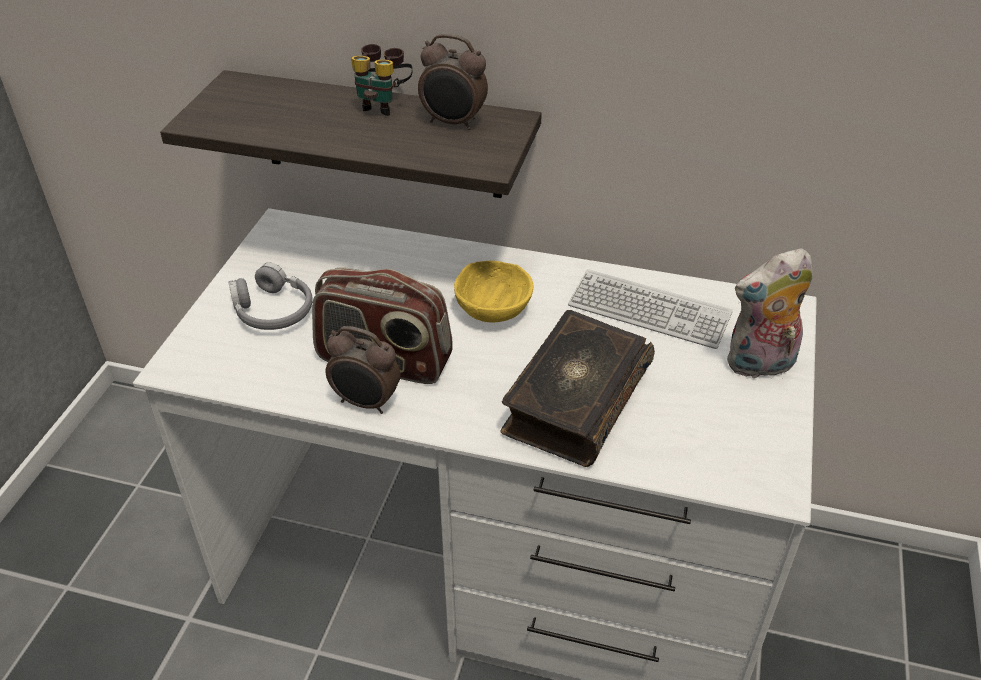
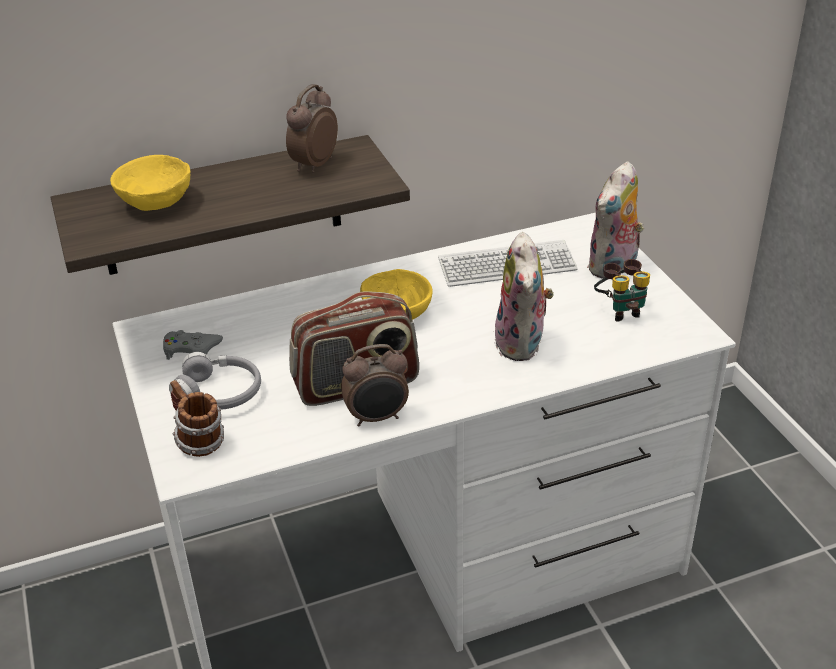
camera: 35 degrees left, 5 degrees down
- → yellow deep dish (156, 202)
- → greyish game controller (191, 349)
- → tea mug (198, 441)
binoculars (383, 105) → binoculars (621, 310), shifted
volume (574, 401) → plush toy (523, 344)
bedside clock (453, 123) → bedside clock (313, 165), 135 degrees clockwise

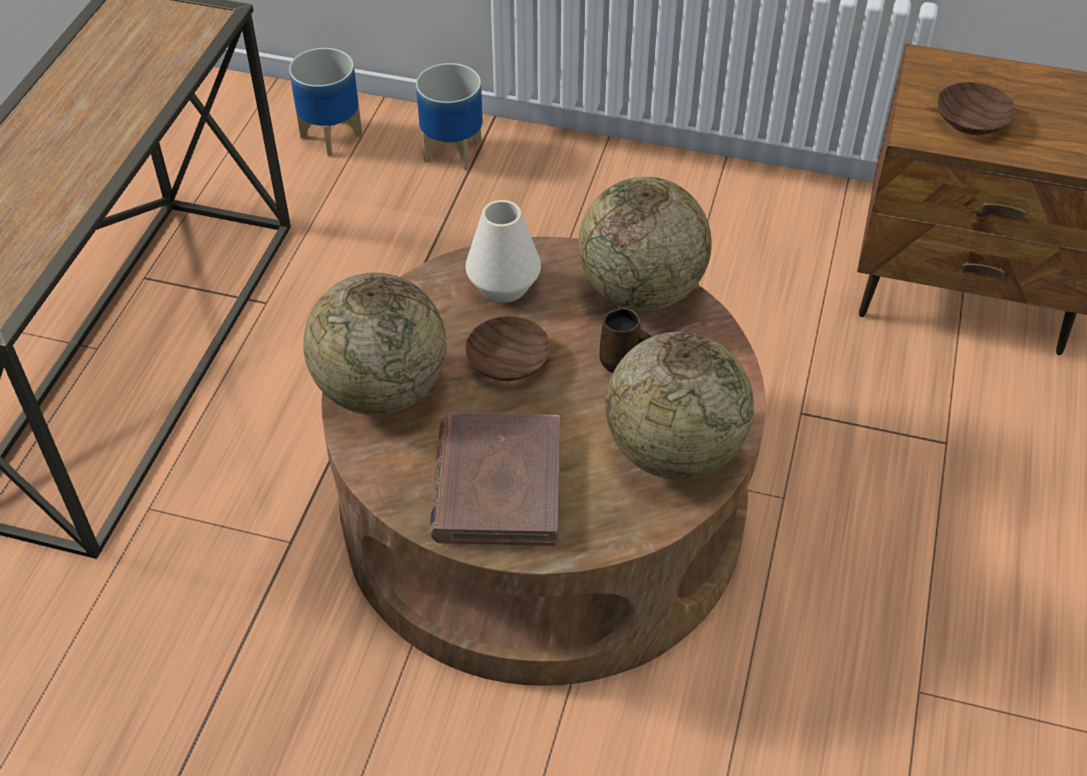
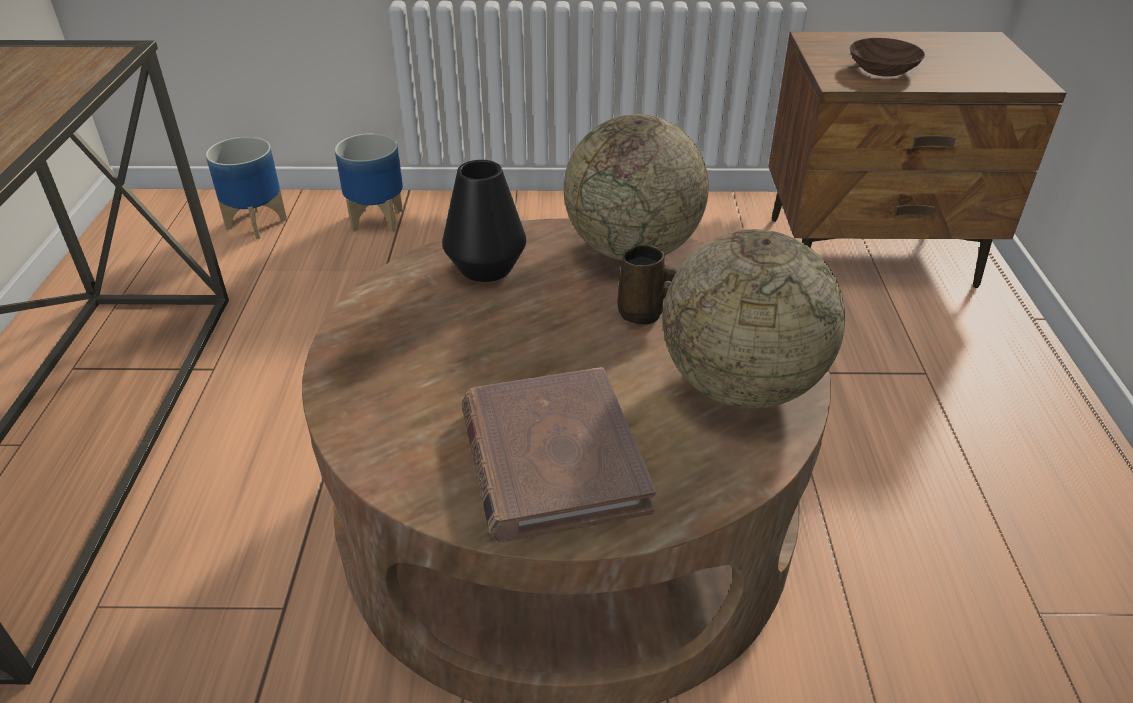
camera: 15 degrees left, 10 degrees down
globe (381, 390) → -
brown-coloured deep dish (506, 361) → -
white flower vase (503, 286) → black flower vase (485, 267)

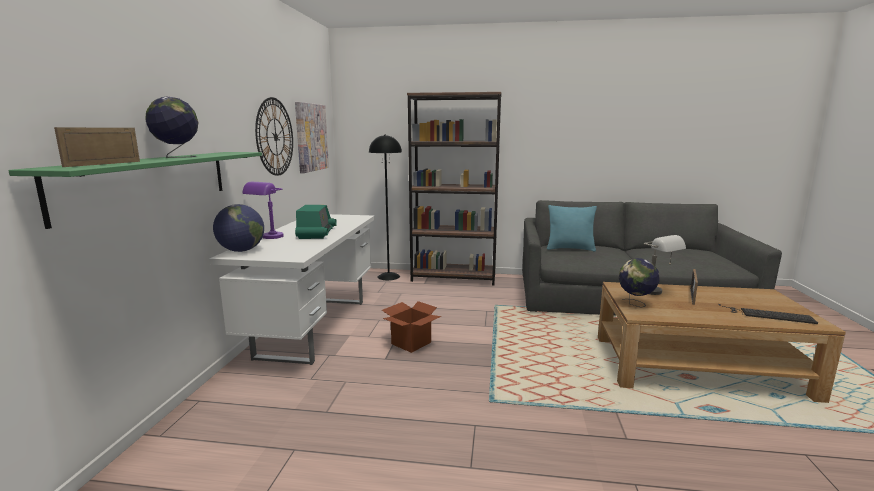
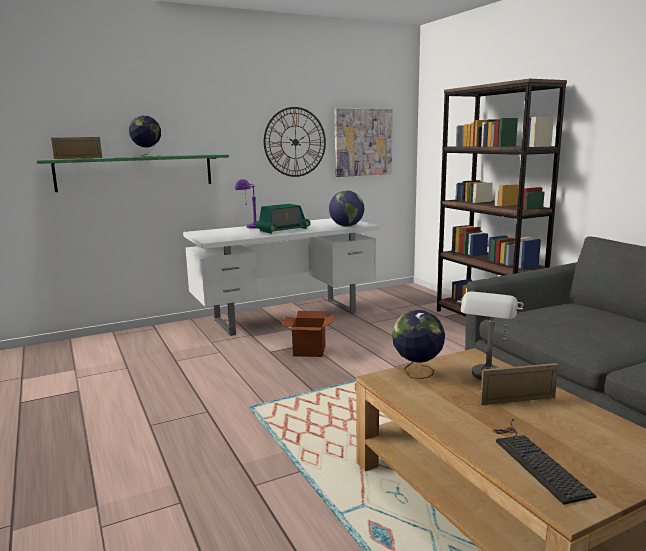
camera: 55 degrees right, 0 degrees up
black floor lamp (388, 276) → -
blue-green pillow (570, 249) → -
globe (241, 250) → globe (346, 226), shifted

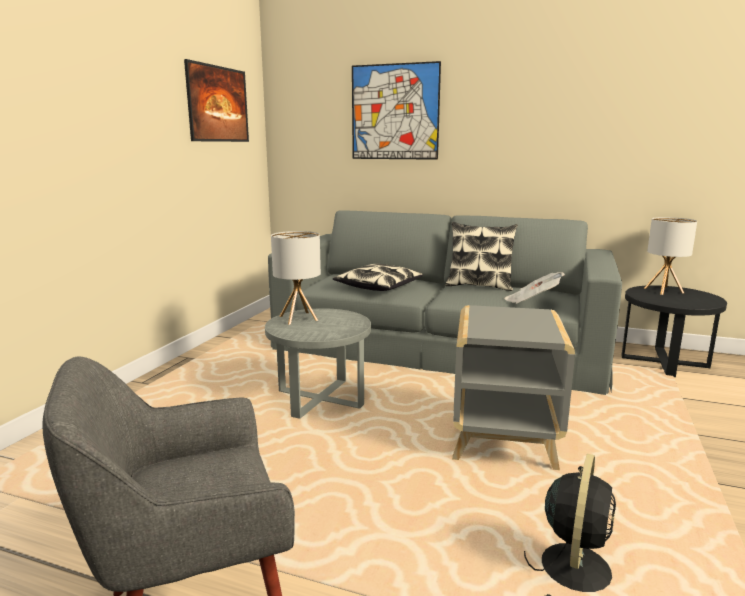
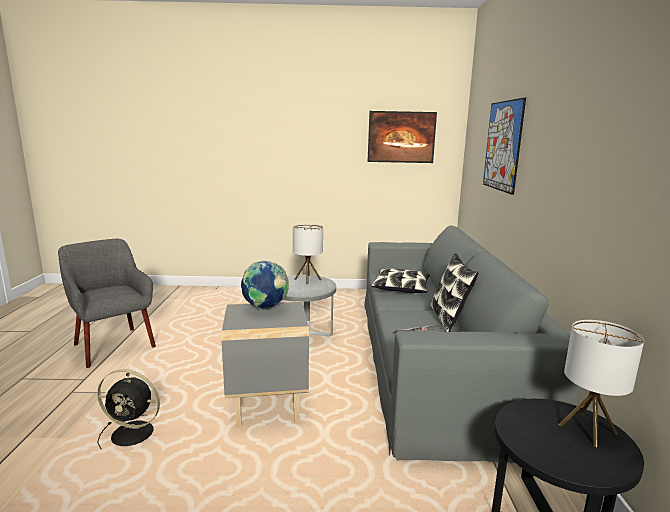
camera: 70 degrees right, 0 degrees up
- → globe (265, 308)

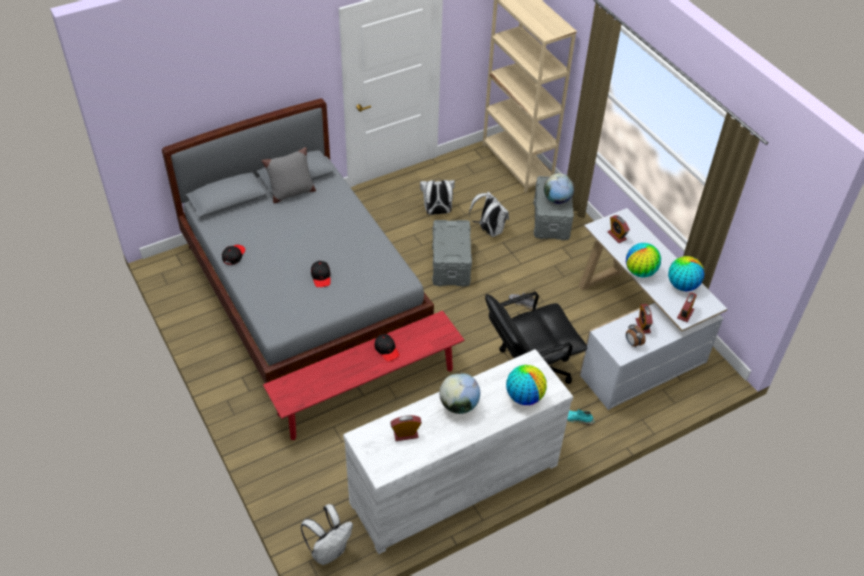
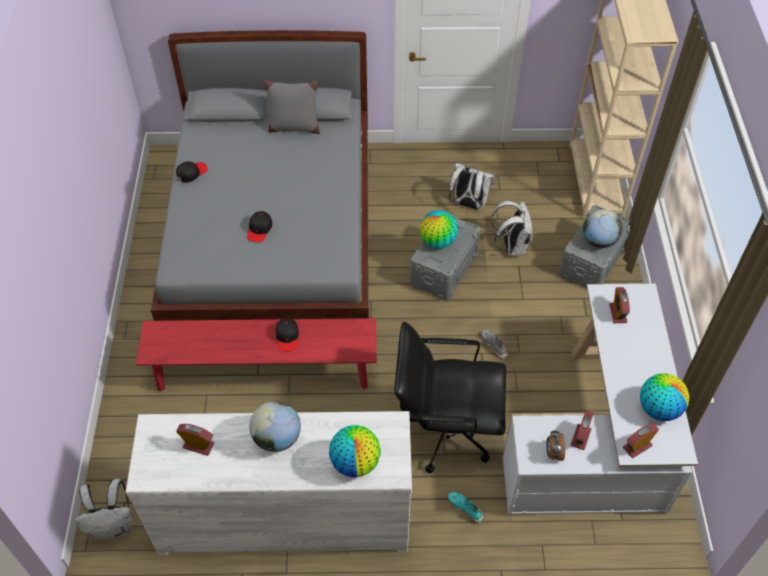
camera: 30 degrees right, 5 degrees up
globe (640, 272) → globe (438, 242), shifted

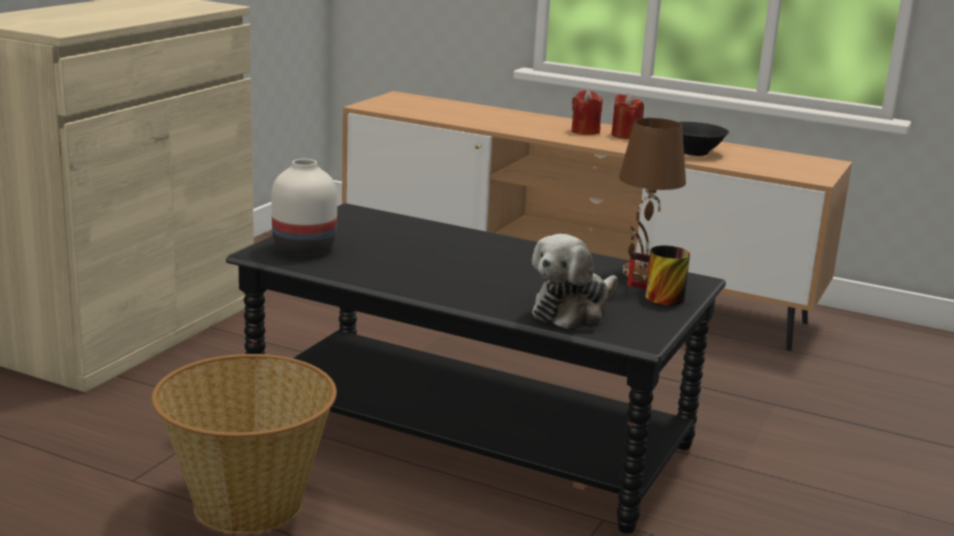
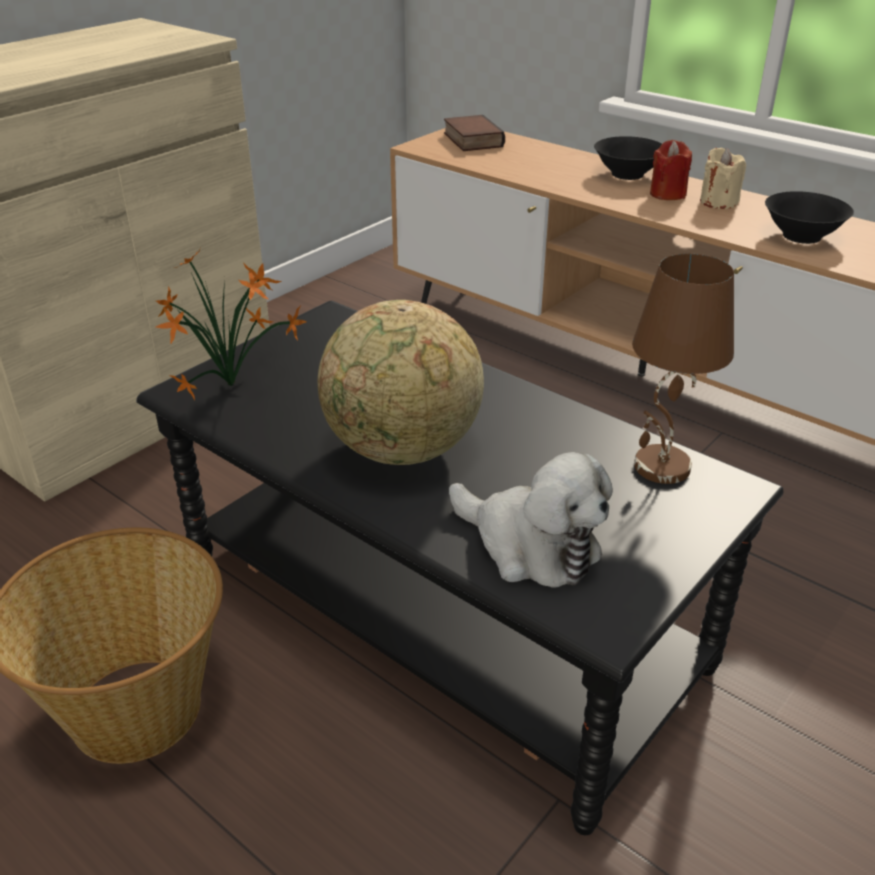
camera: 15 degrees right, 15 degrees up
tea mug (656, 297) → -
- → globe (402, 450)
- → volume (471, 140)
- → black deep dish (628, 174)
white flower vase (303, 248) → houseplant (235, 385)
red-coloured candle (625, 135) → beige candle (718, 202)
plush toy (572, 310) → plush toy (530, 546), 105 degrees counterclockwise

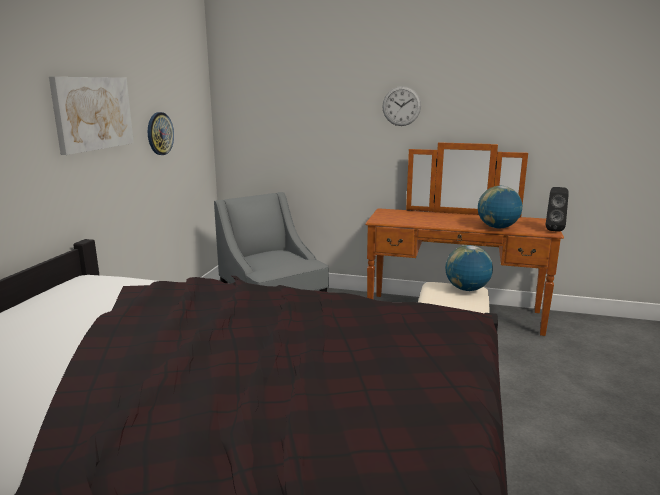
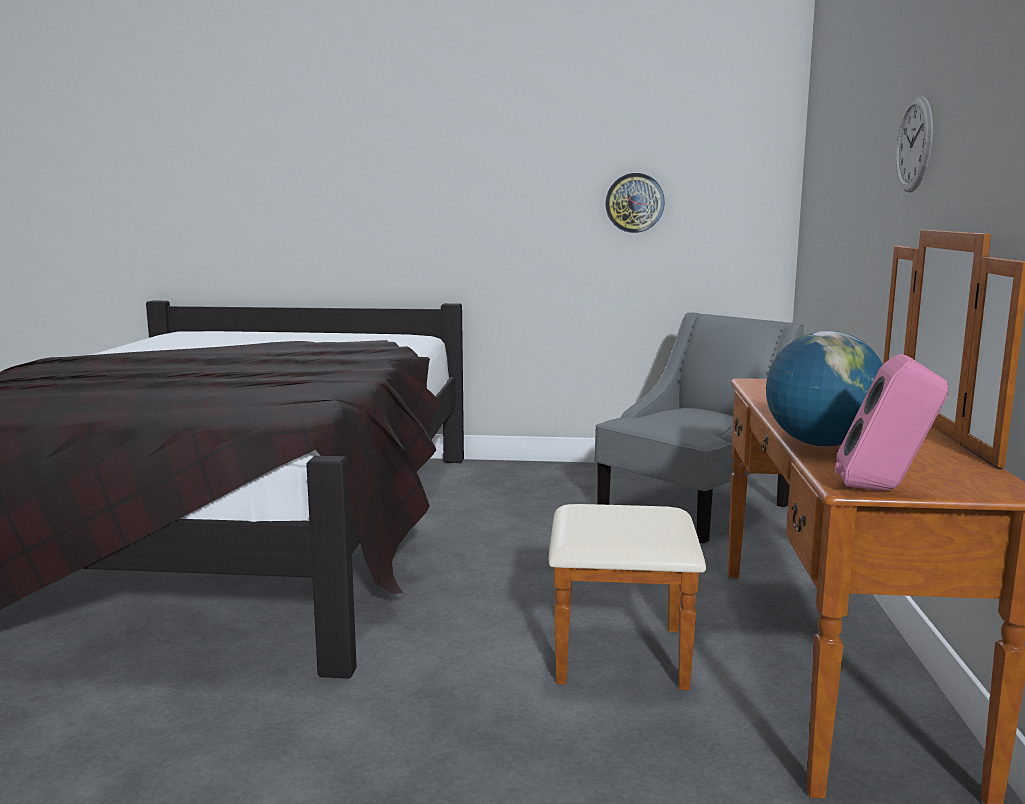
camera: 80 degrees right, 5 degrees down
wall art (93, 113) → -
globe (466, 289) → -
black audio speaker (554, 230) → pink-coloured audio speaker (884, 490)

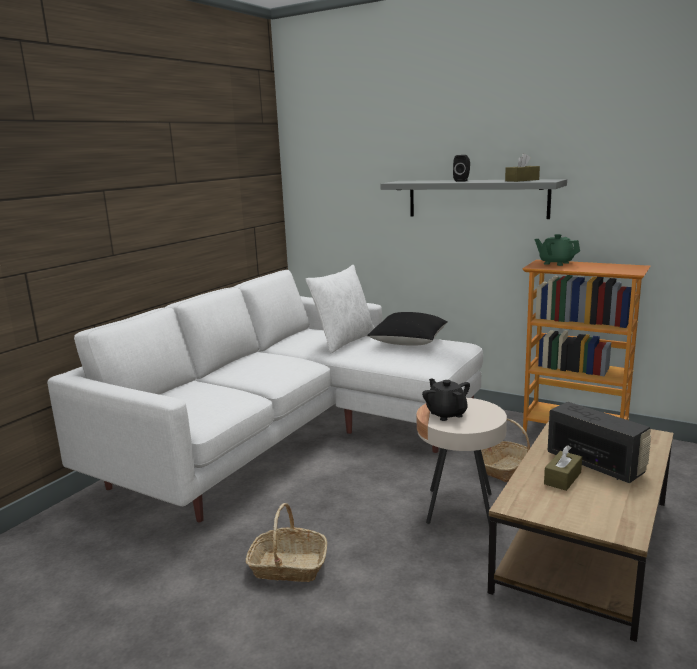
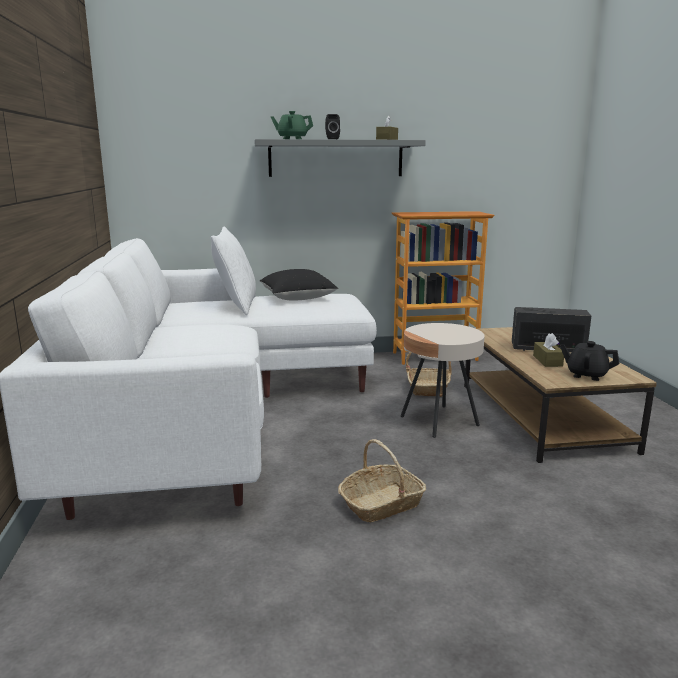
camera: 40 degrees left, 0 degrees up
black teapot (446, 414) → black teapot (586, 375), shifted
green-coloured teapot (556, 263) → green-coloured teapot (292, 139), shifted

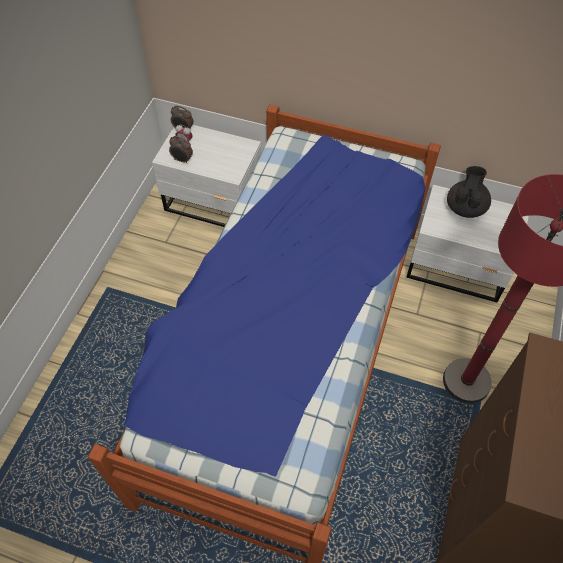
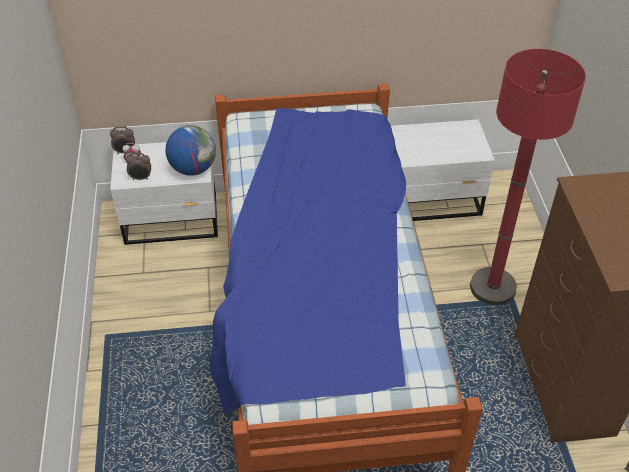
camera: 25 degrees left, 10 degrees down
black teapot (465, 207) → -
- → globe (193, 169)

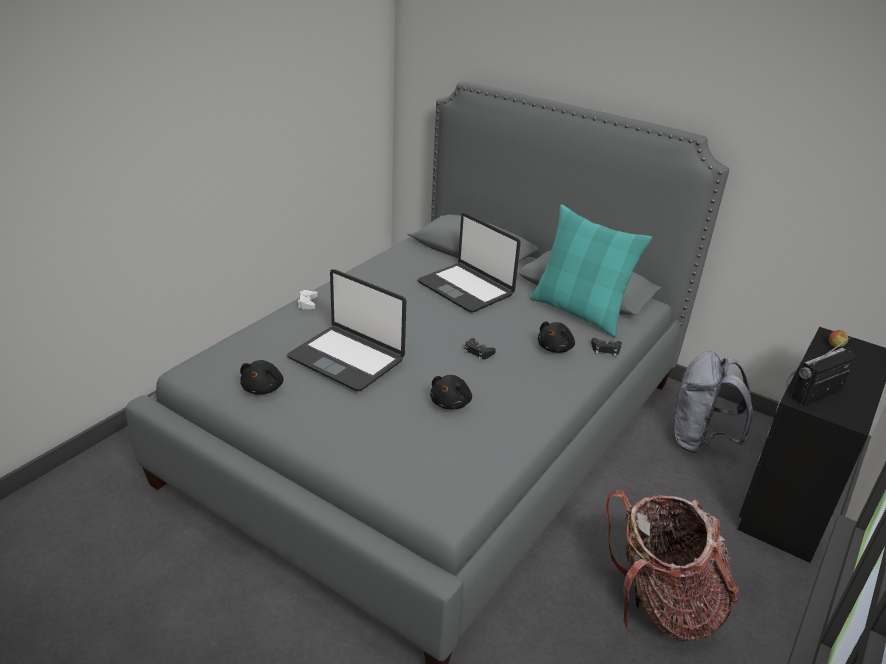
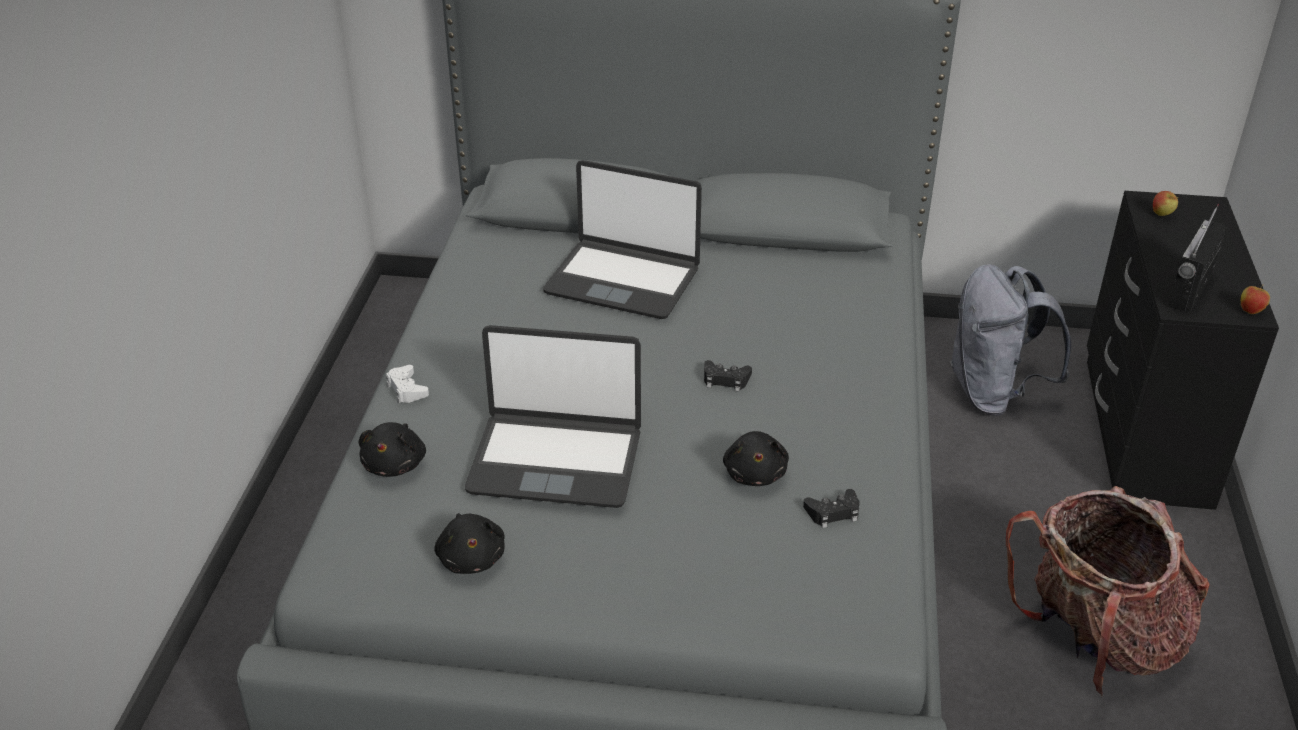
camera: 25 degrees left, 5 degrees up
blue-green pillow (579, 312) → -
- → apple (1251, 311)
black plush toy (555, 348) → black plush toy (396, 464), shifted
black game controller (605, 349) → black game controller (833, 513), shifted

